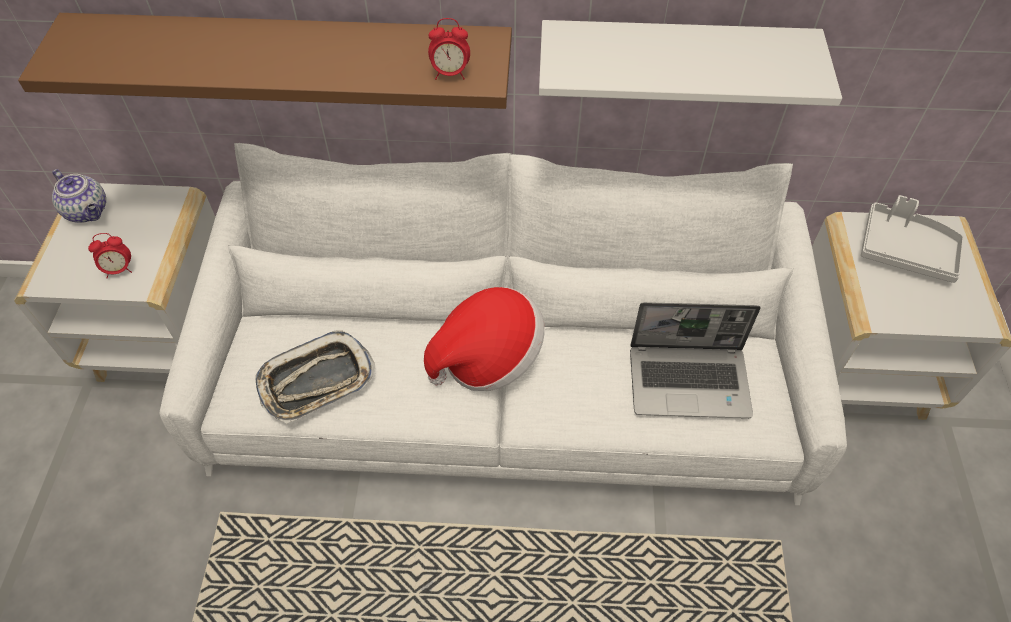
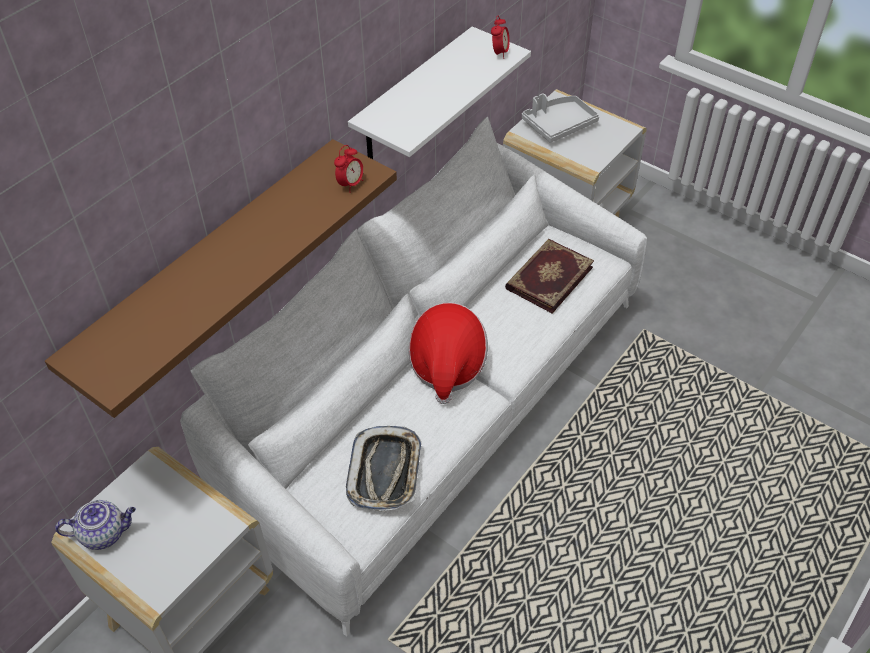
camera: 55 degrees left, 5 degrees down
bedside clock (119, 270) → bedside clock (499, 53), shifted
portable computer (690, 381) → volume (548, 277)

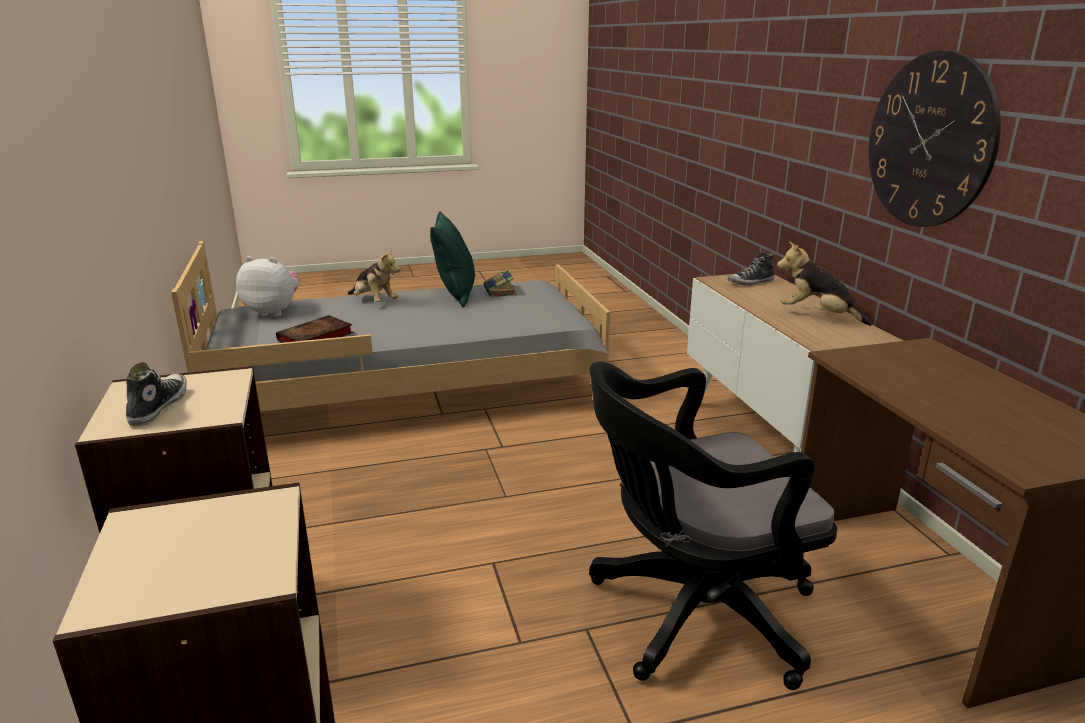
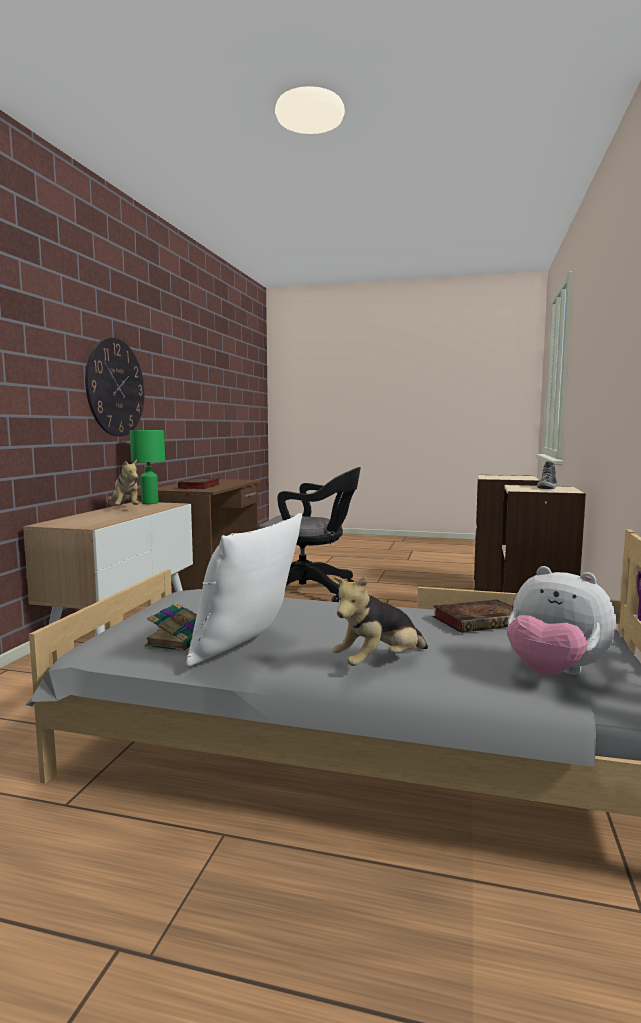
camera: 150 degrees left, 15 degrees down
item of footwear (751, 283) → -
- → green-coloured table lamp (150, 503)
- → volume (199, 486)
green-coloured pillow (456, 294) → white pillow (245, 647)
plush toy (374, 302) → plush toy (379, 663), 105 degrees counterclockwise

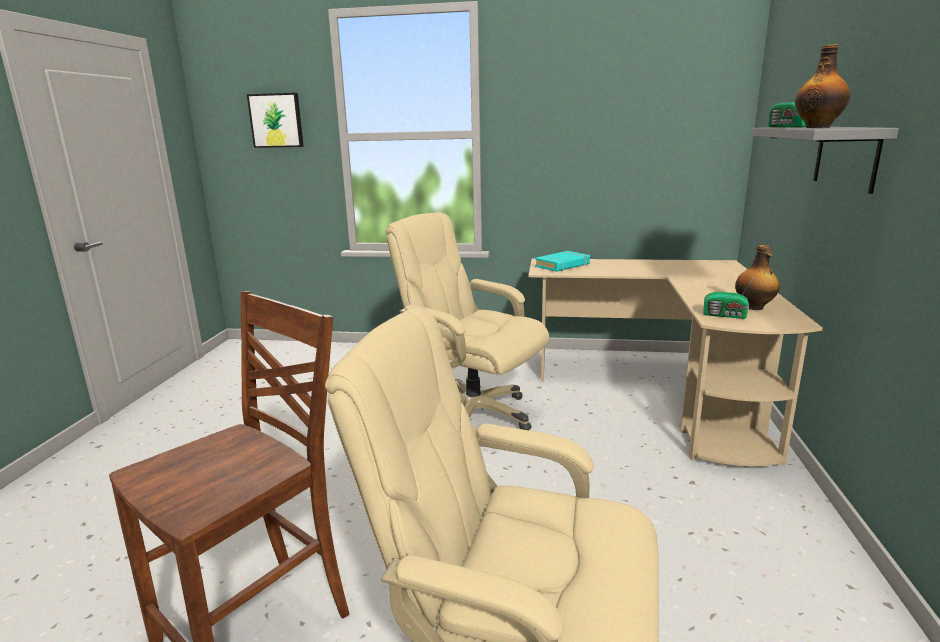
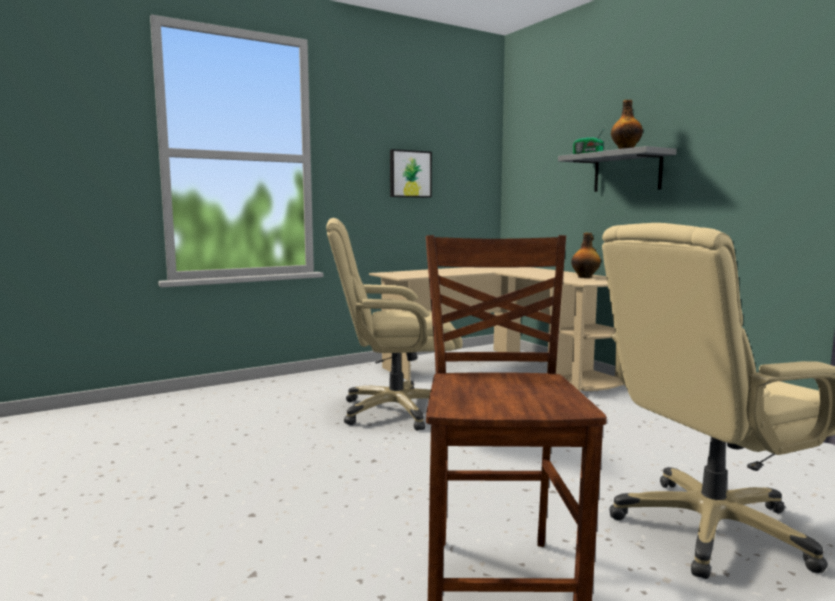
camera: 40 degrees left, 10 degrees down
blue-green volume (562, 265) → -
radio (725, 315) → -
wall art (276, 120) → wall art (410, 174), shifted

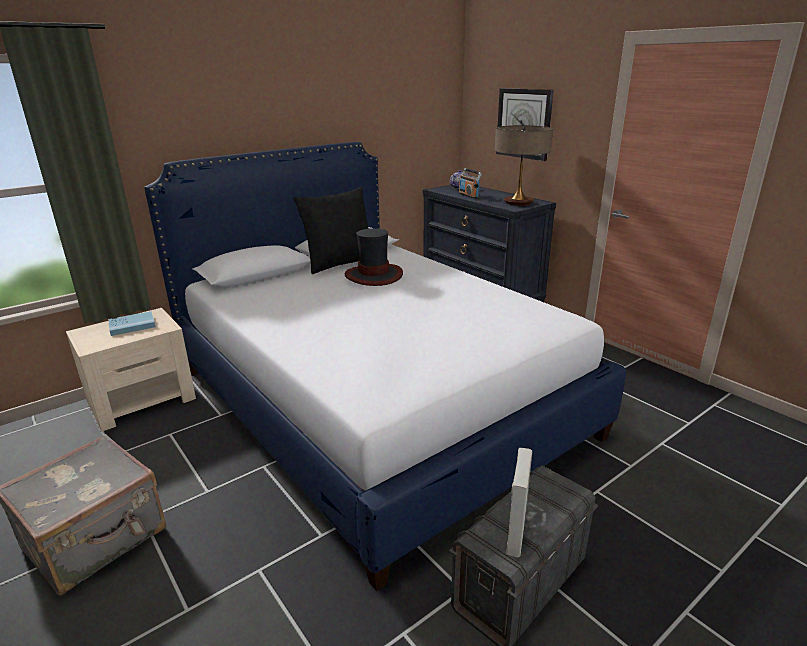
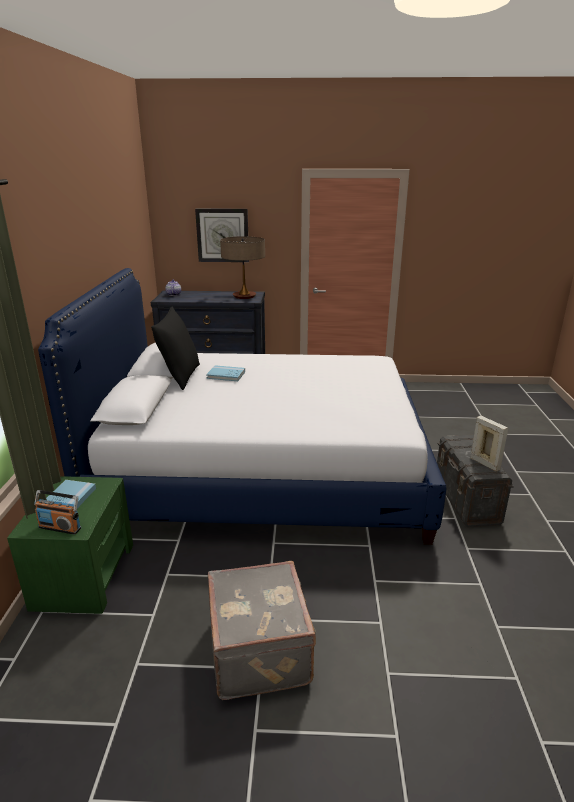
camera: 50 degrees left, 0 degrees up
radio (468, 195) → radio (60, 527), shifted
hat (374, 275) → blue-coloured volume (226, 375)
beige night table (142, 400) → green-coloured night table (84, 574)

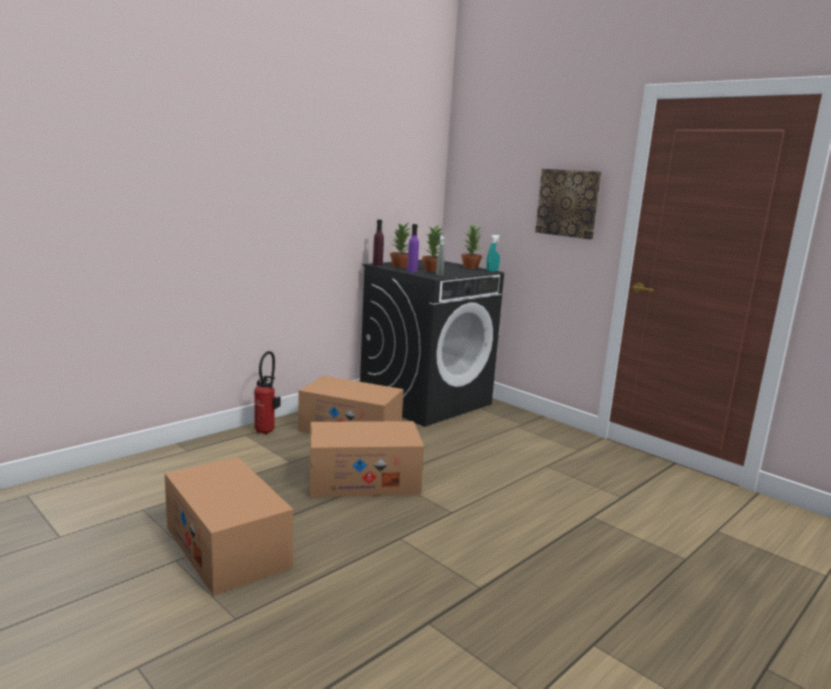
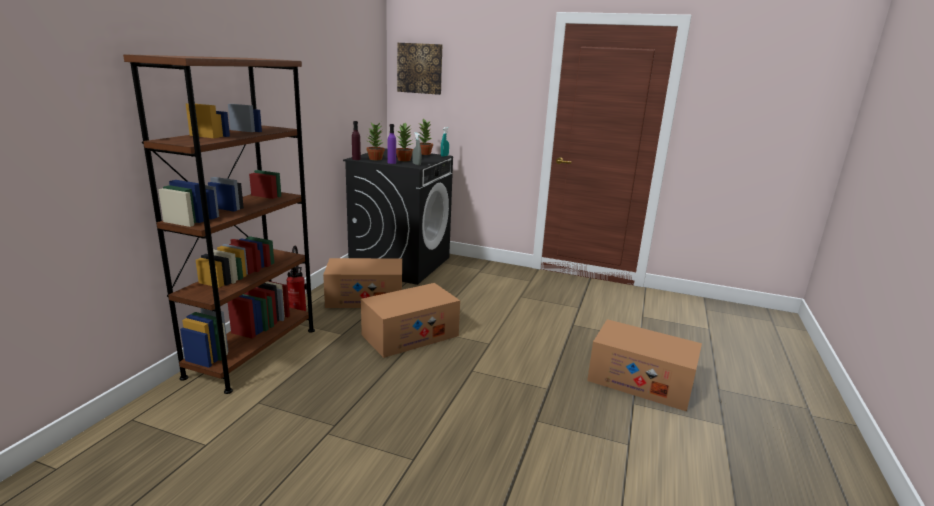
camera: 25 degrees left, 5 degrees up
- → brown-coloured bookcase (253, 352)
cardboard box (227, 546) → cardboard box (640, 381), shifted
wall art (568, 203) → wall art (420, 68), shifted

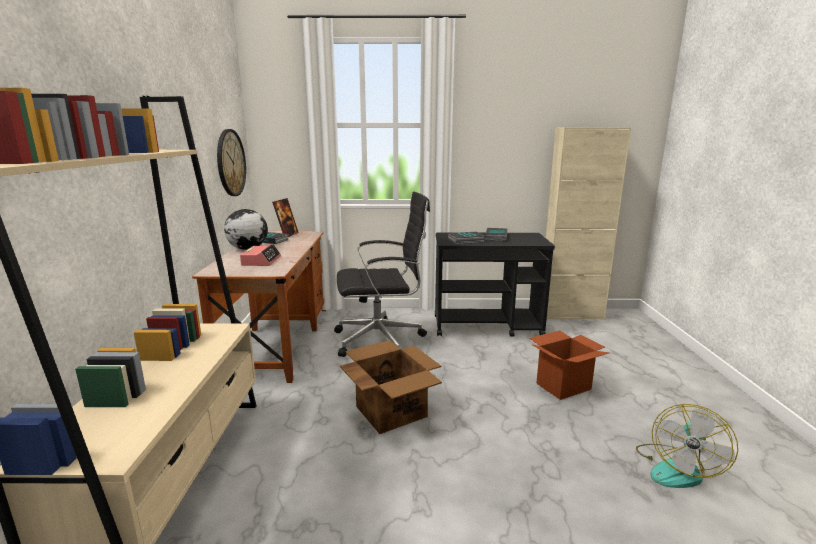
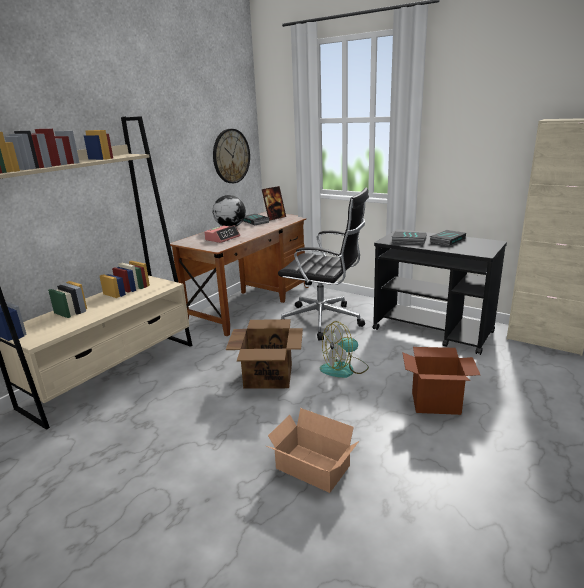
camera: 35 degrees right, 5 degrees up
- → cardboard box (312, 469)
electric fan (677, 468) → electric fan (344, 369), shifted

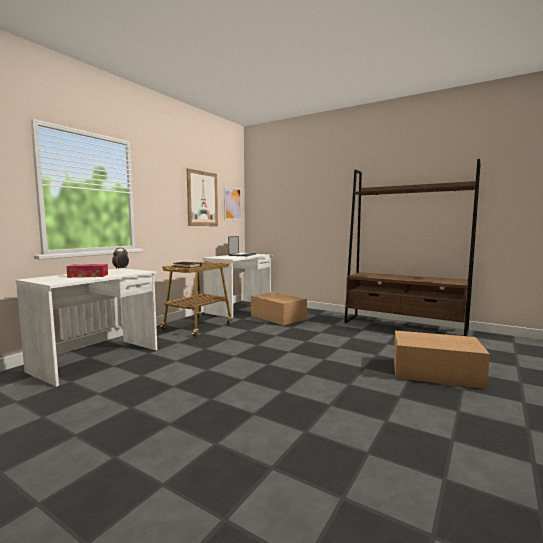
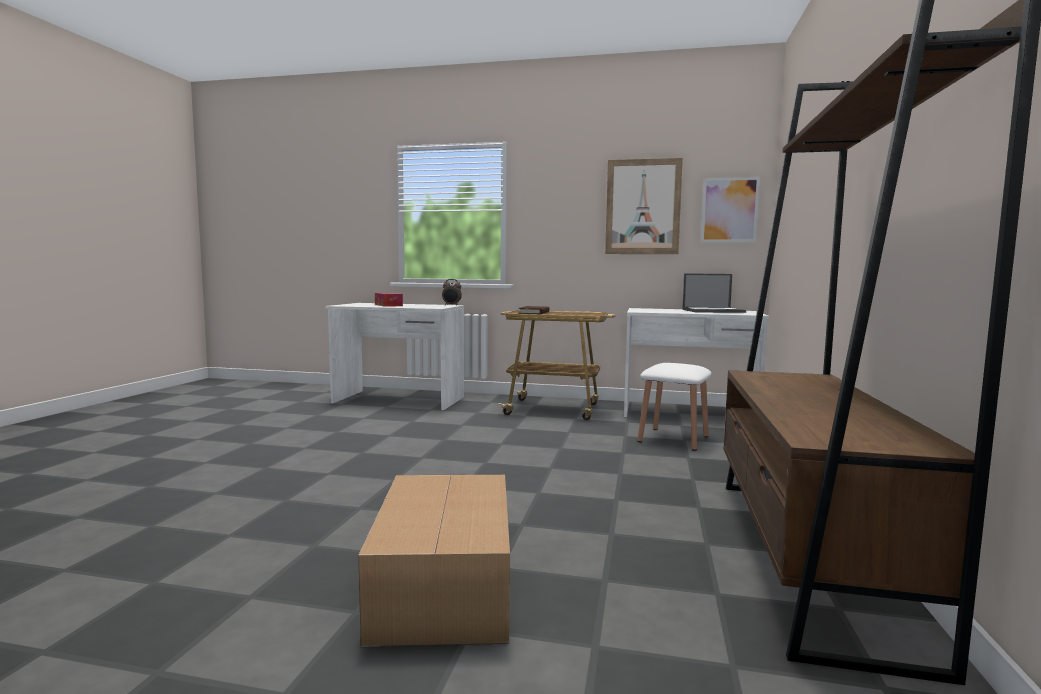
camera: 70 degrees right, 0 degrees up
cardboard box (278, 317) → white sitting stool (673, 439)

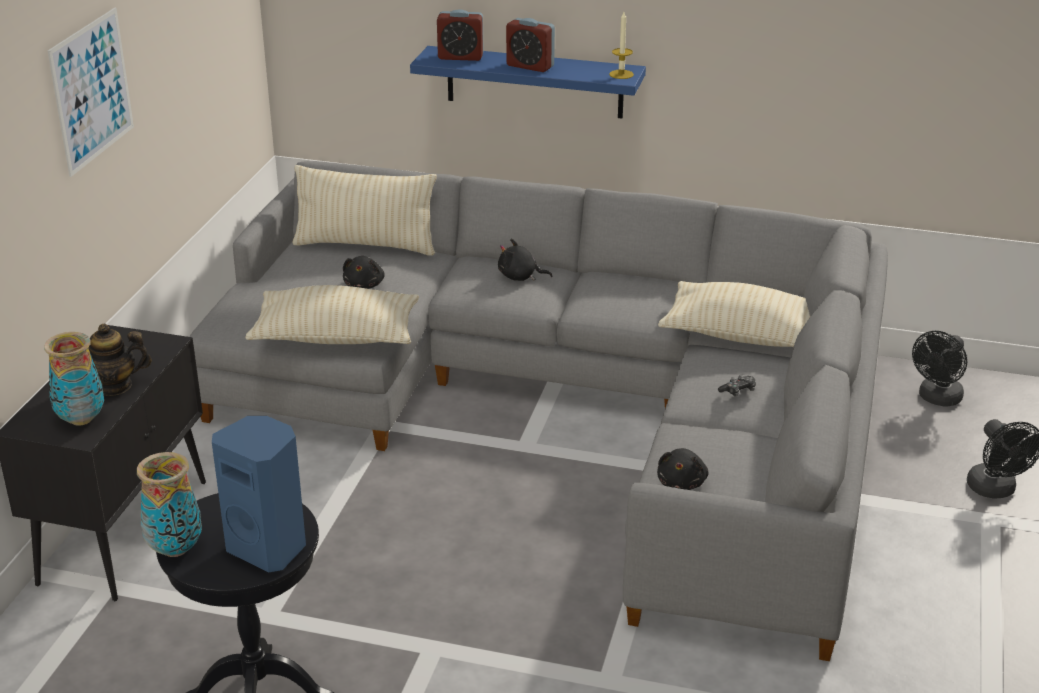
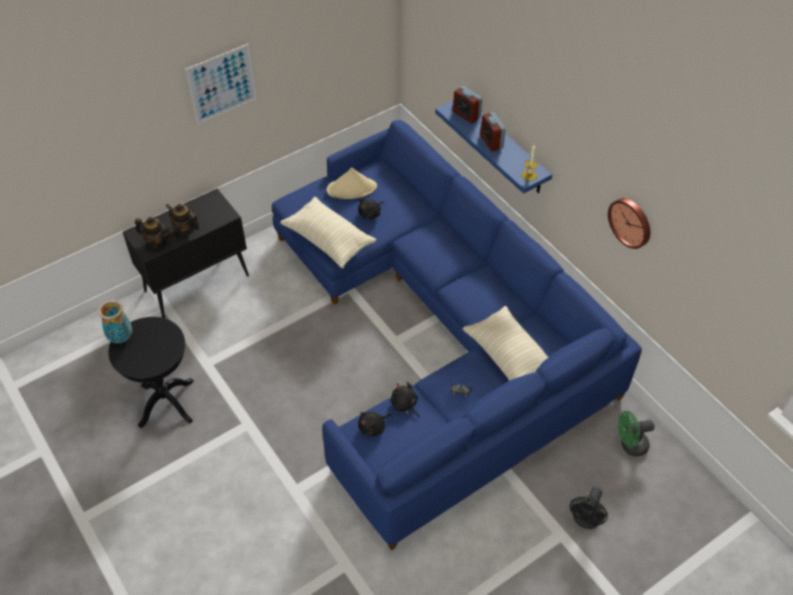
camera: 40 degrees right, 20 degrees up
blue-coloured audio speaker (269, 548) → -
beige pillow (365, 245) → -
- → beige hat (352, 188)
- → clock on the wall (631, 222)
black plush toy (520, 277) → black plush toy (405, 405), shifted
flower vase (80, 419) → teapot (157, 242)
greyish couch (572, 409) → blue-coloured couch (439, 332)
black electric fan (937, 399) → green-coloured electric fan (630, 446)

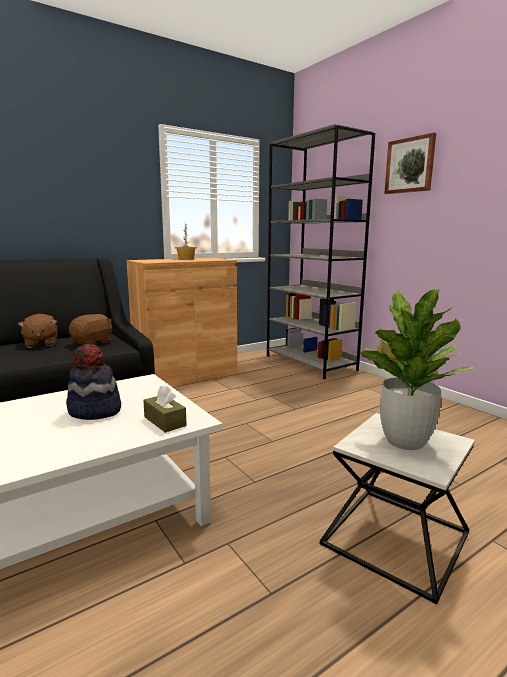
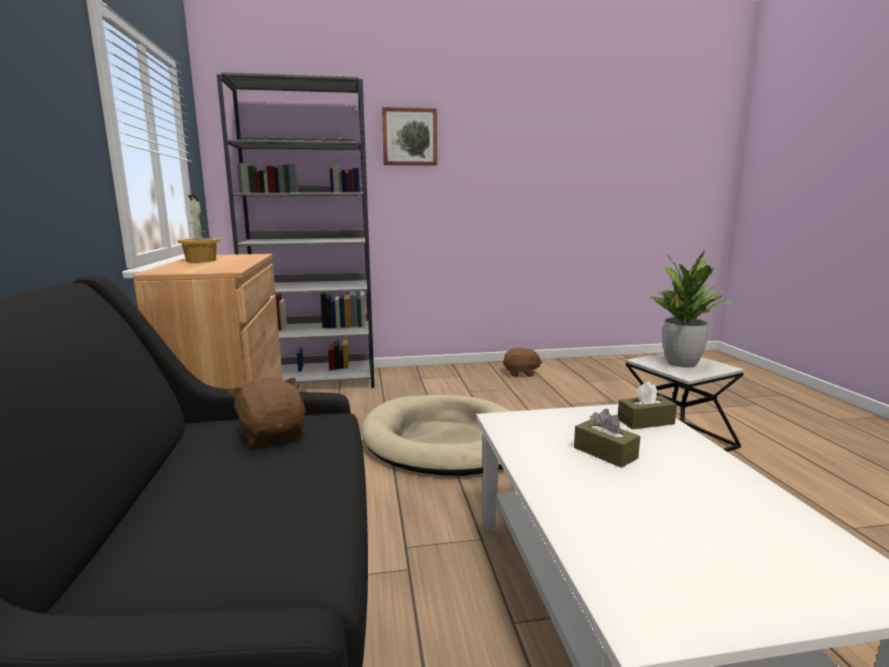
camera: 65 degrees left, 0 degrees up
- → beige dog cushion (445, 441)
brown-coloured plush toy (41, 344) → brown-coloured plush toy (521, 373), shifted
hat (94, 411) → brown-coloured tissue box (605, 453)

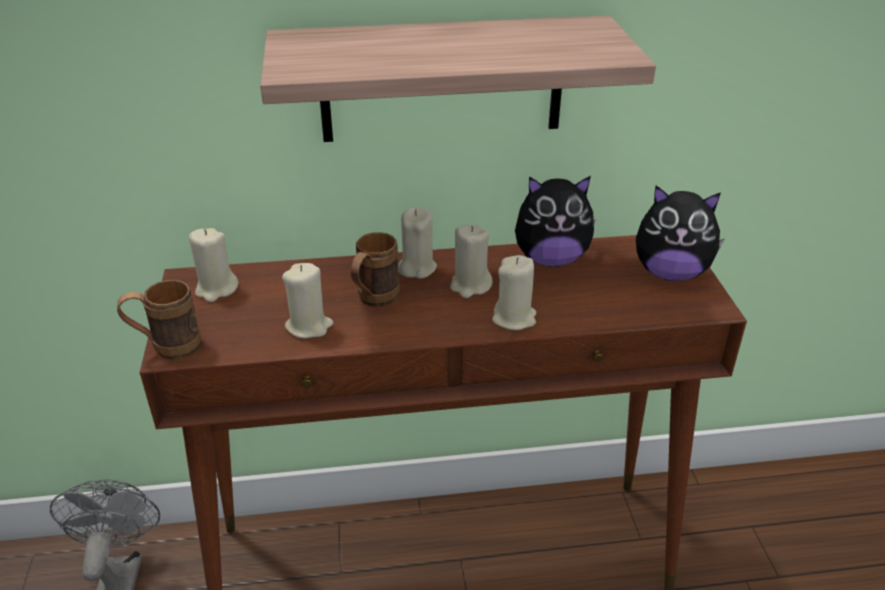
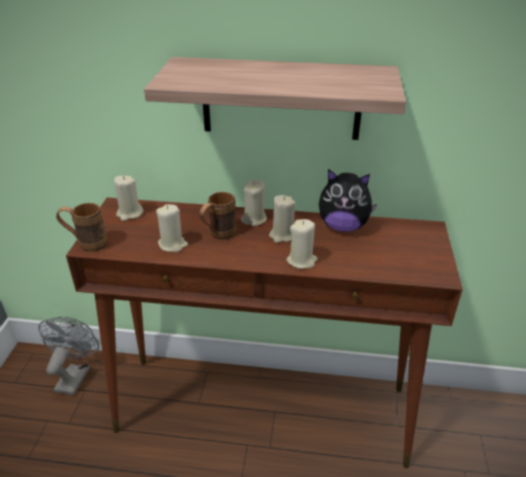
camera: 15 degrees right, 0 degrees up
plush toy (670, 273) → -

